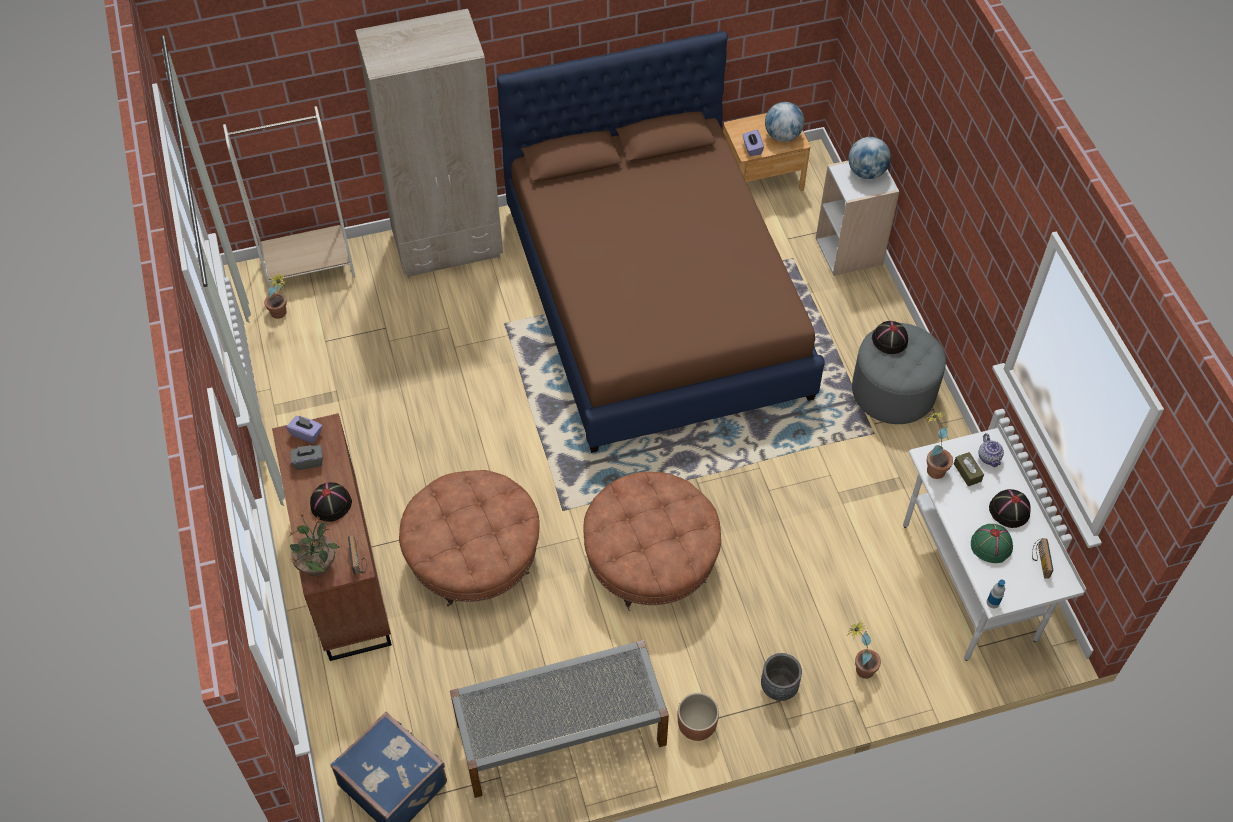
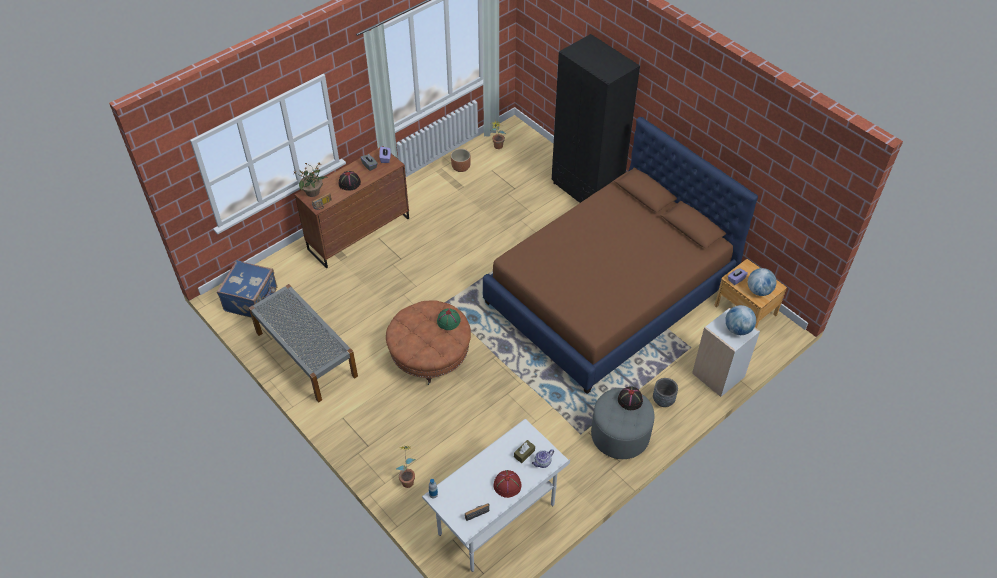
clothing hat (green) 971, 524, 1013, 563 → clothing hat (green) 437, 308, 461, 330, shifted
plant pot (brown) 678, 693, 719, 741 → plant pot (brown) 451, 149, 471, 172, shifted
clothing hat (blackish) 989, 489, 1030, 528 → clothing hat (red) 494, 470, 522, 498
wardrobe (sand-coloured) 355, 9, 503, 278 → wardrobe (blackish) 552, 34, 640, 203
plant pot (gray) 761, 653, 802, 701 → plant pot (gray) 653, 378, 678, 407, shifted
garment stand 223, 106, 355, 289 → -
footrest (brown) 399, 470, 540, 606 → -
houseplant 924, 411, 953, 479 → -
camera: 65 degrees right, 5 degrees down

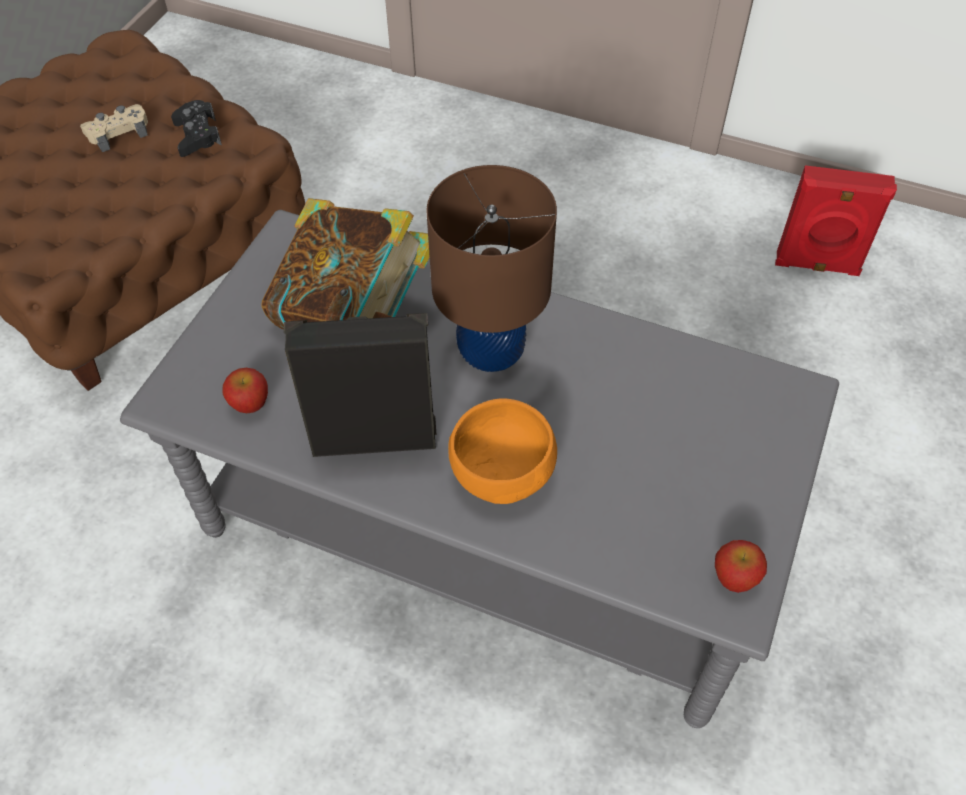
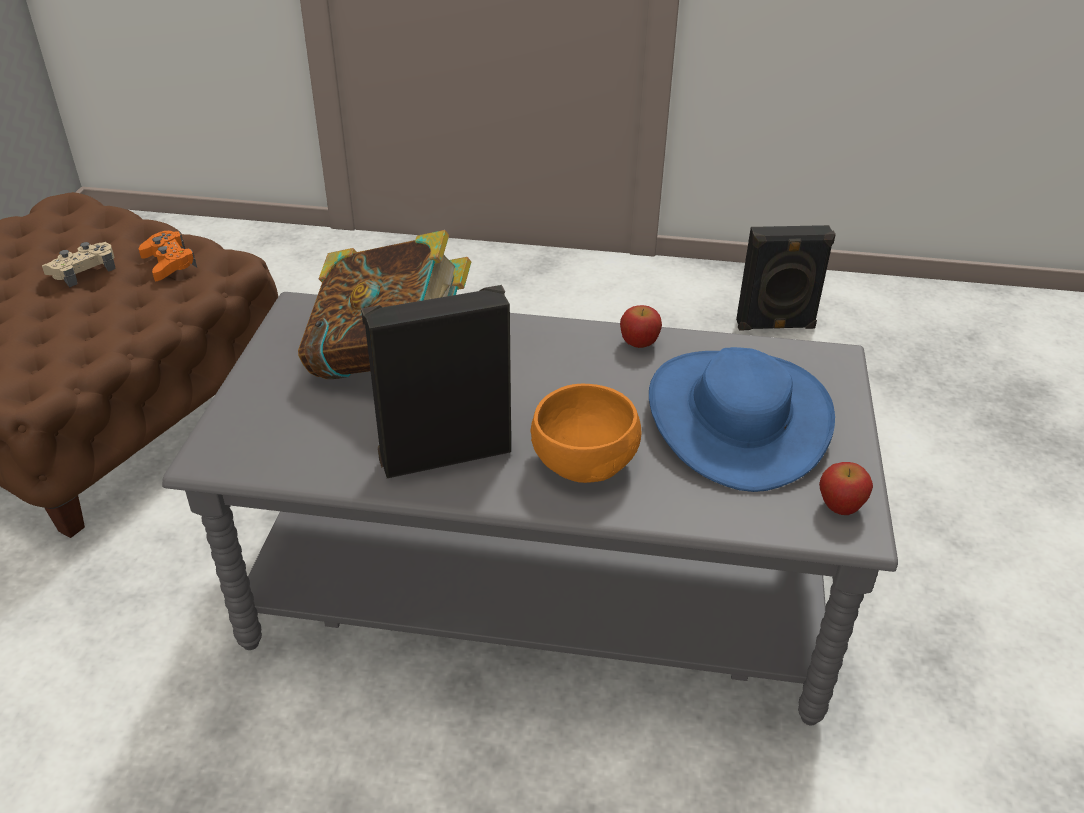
gamepad (blackish) 171, 100, 222, 157 → gamepad (orangey) 139, 231, 197, 281
whole apple 223, 368, 268, 413 → whole apple 620, 305, 662, 348, shifted
- → clothing hat (blue-coloured) 649, 347, 835, 492
audio speaker (red) 775, 165, 897, 276 → audio speaker (blackish) 736, 225, 836, 330
lamp for a table (brown) 426, 165, 557, 372 → -
camera: 15 degrees left, 15 degrees down

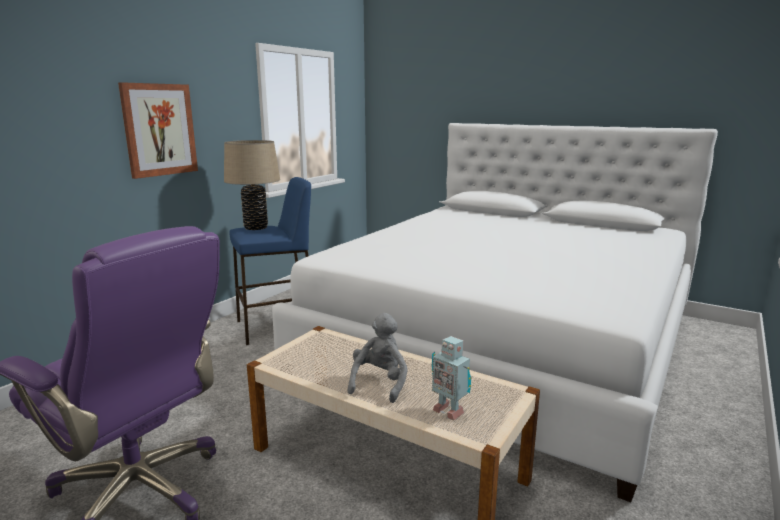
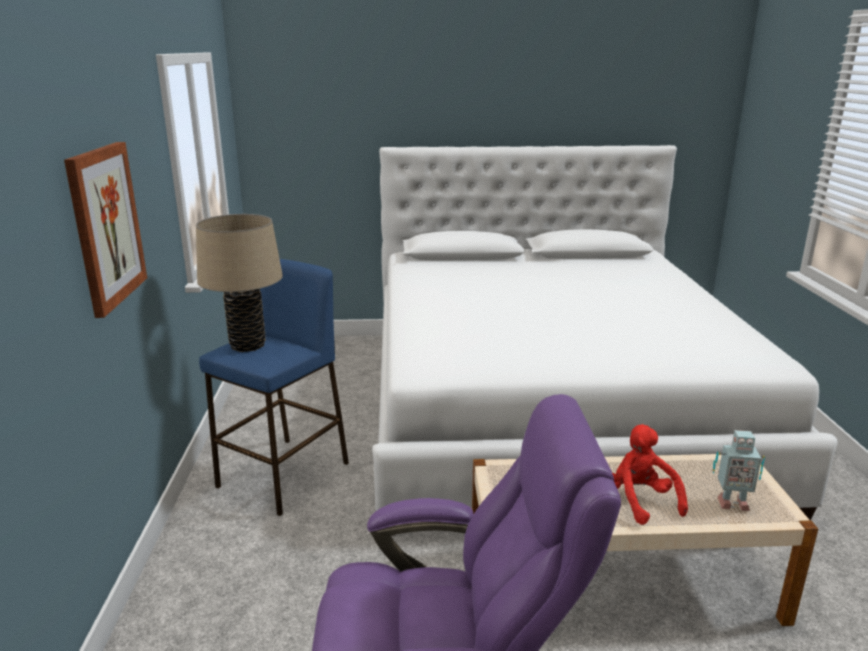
soft toy (gray) 348, 313, 408, 403 → soft toy (red) 612, 424, 688, 525
camera: 35 degrees left, 5 degrees up

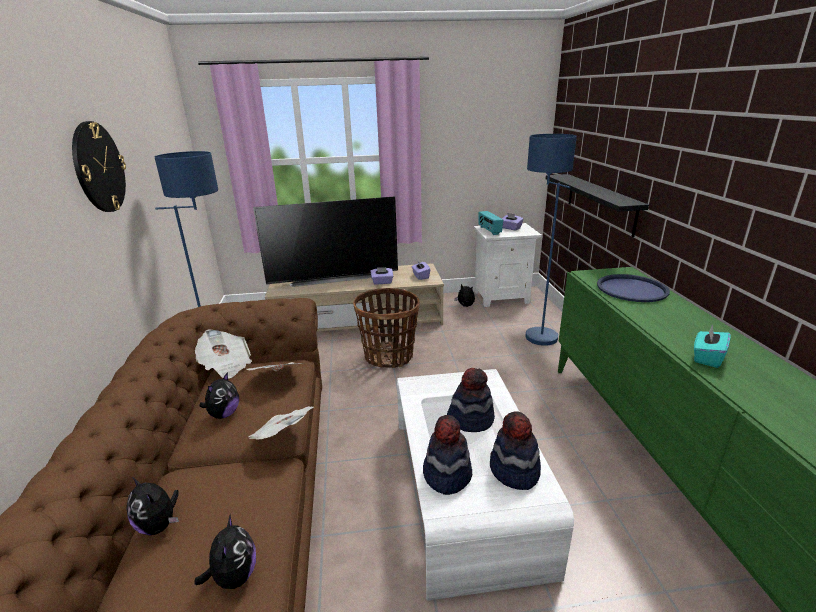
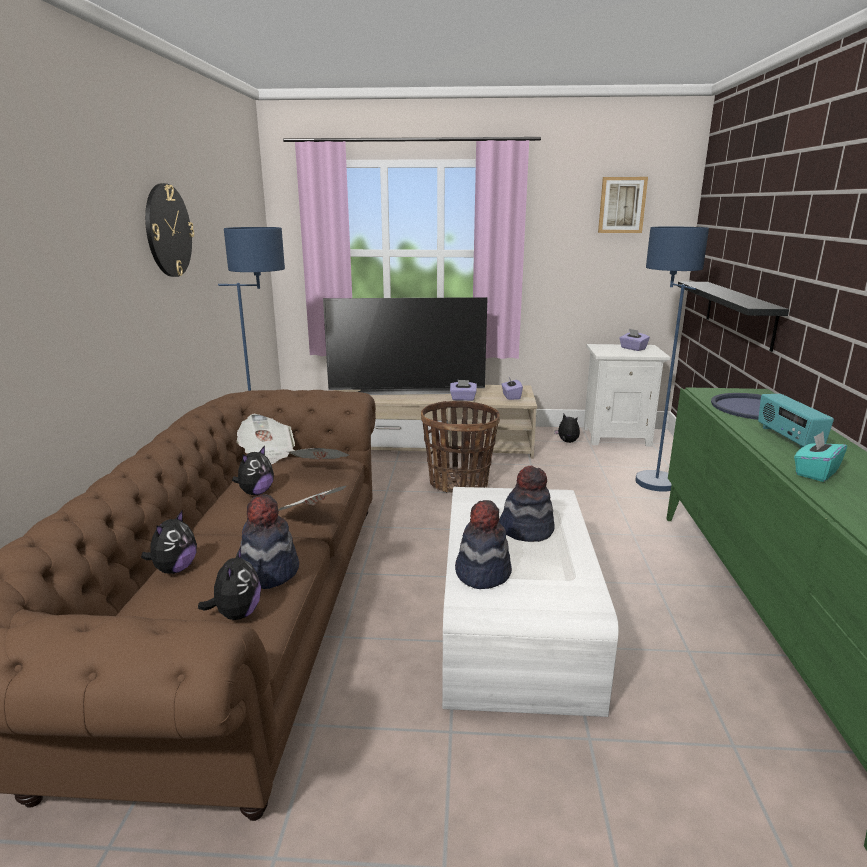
soft toy 126, 477, 179, 535 → soft toy 141, 510, 197, 574, 120 degrees counterclockwise
clothing hat 490, 411, 541, 490 → clothing hat 241, 494, 299, 589, shifted
- → wall picture 598, 177, 648, 233
radio set 479, 211, 503, 235 → radio set 758, 394, 834, 448, shifted
camera: 10 degrees right, 5 degrees down

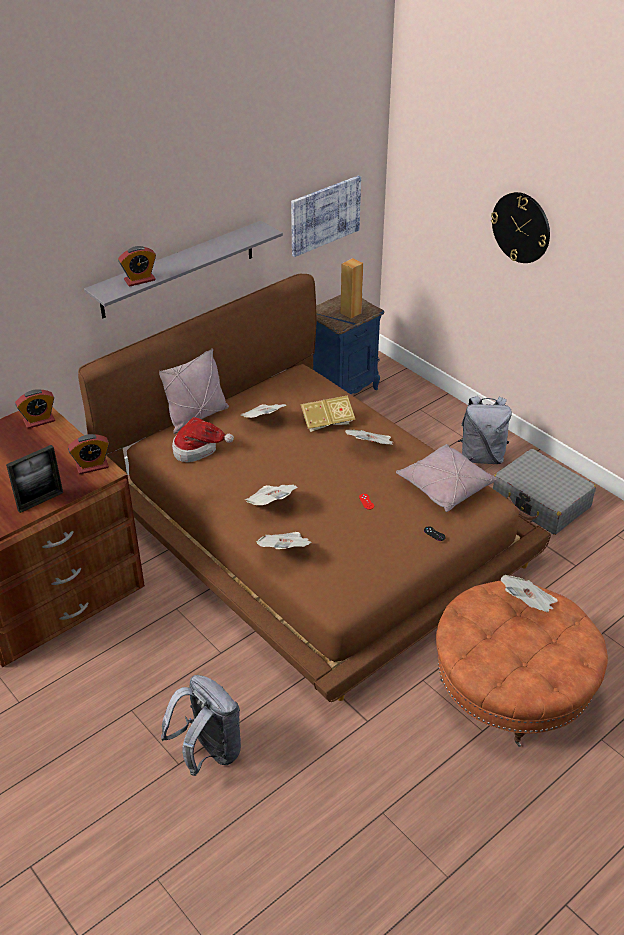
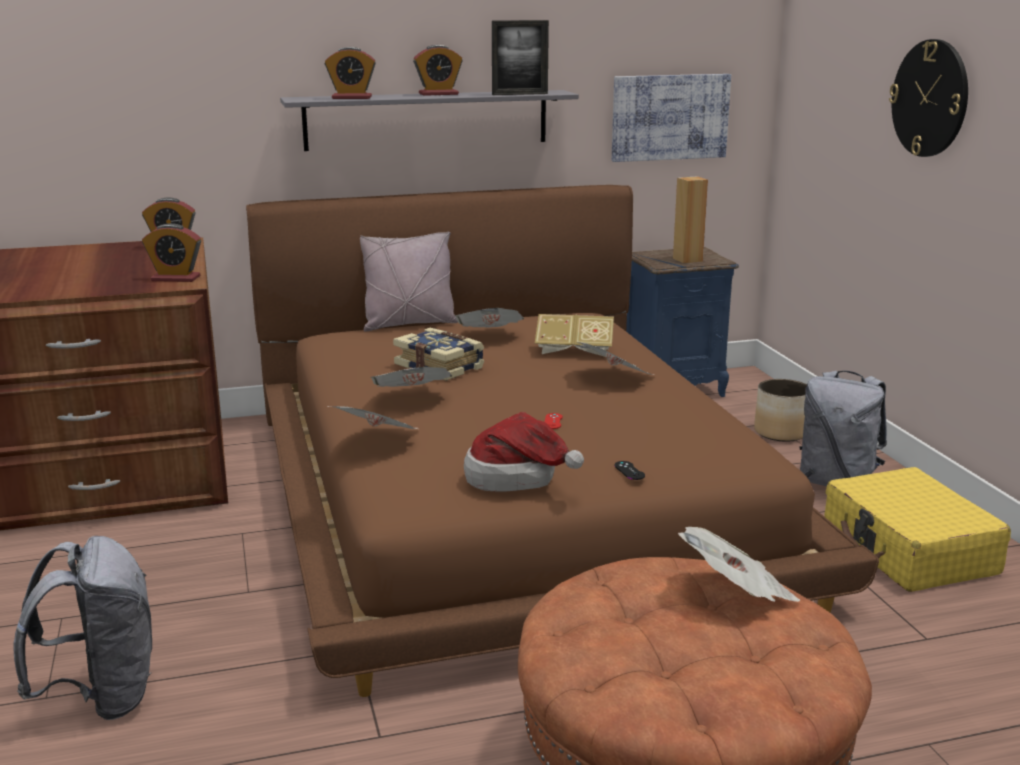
- → volume 393, 328, 484, 381
- → bedside clock 413, 45, 463, 96
clothing hat 172, 417, 234, 463 → clothing hat 464, 412, 584, 492, shifted
photo frame 6, 445, 63, 513 → photo frame 492, 20, 549, 95, shifted
- → plant pot 754, 379, 807, 442
suitcase (gray) 493, 449, 596, 535 → suitcase (yellowish) 824, 467, 1011, 592
cushion (purple-coloured) 396, 444, 497, 512 → -
camera: 25 degrees right, 20 degrees down

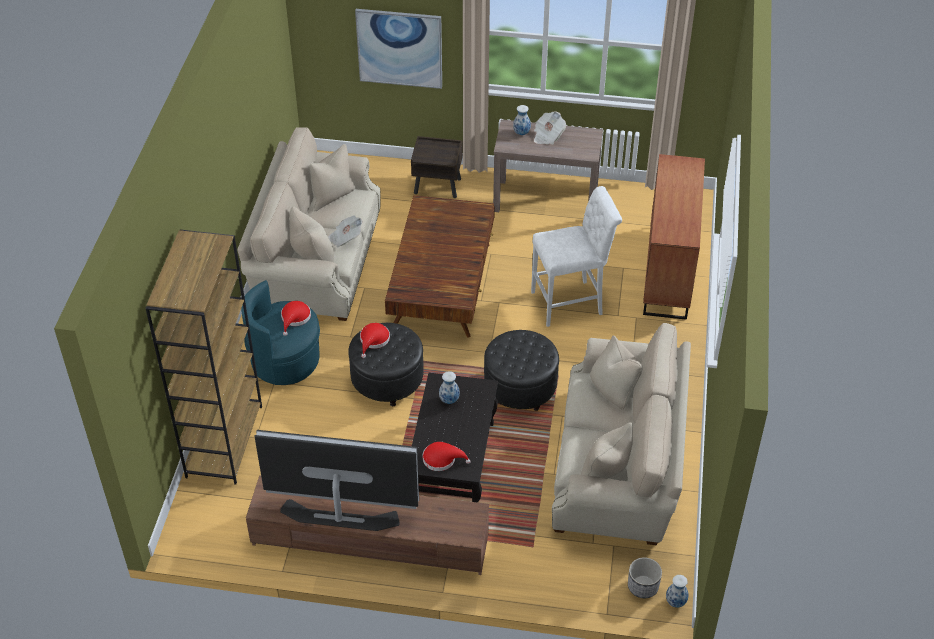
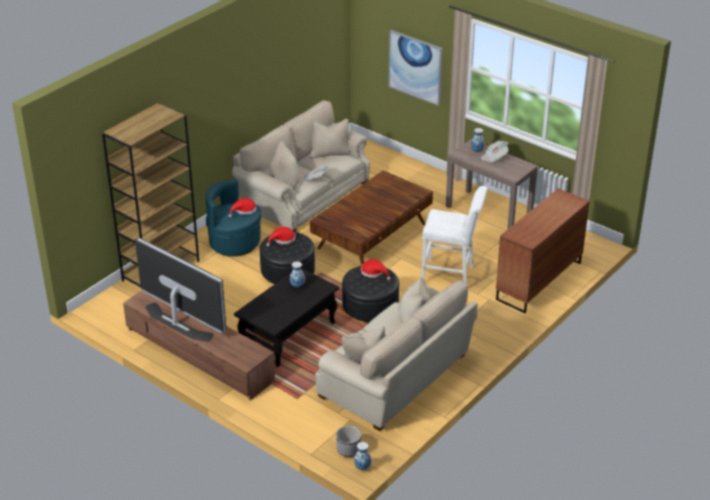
clothing hat (red) 423, 442, 471, 471 → clothing hat (red) 361, 259, 391, 280, shifted
night table (brown) 411, 136, 463, 198 → -
camera: 30 degrees right, 10 degrees down

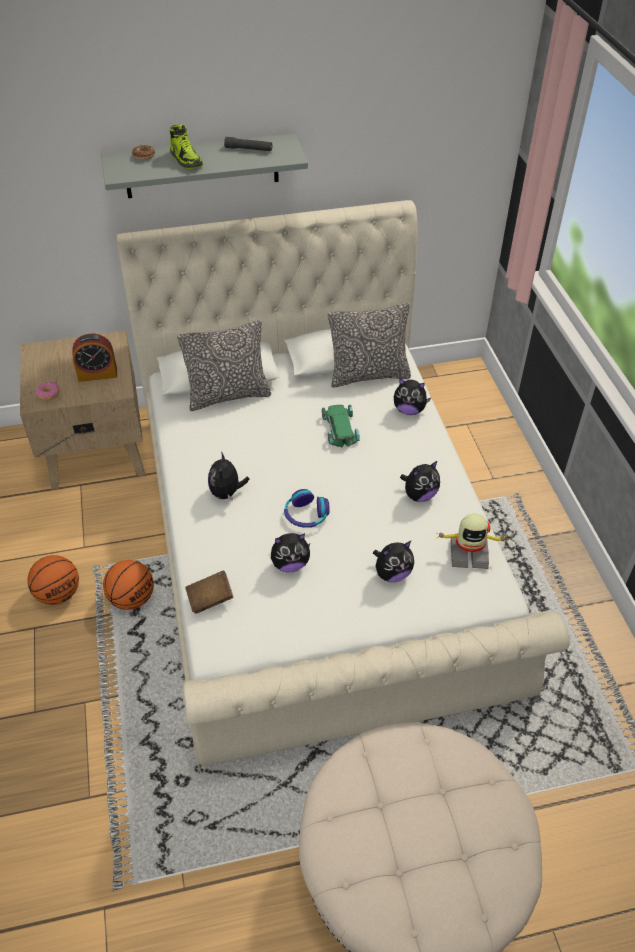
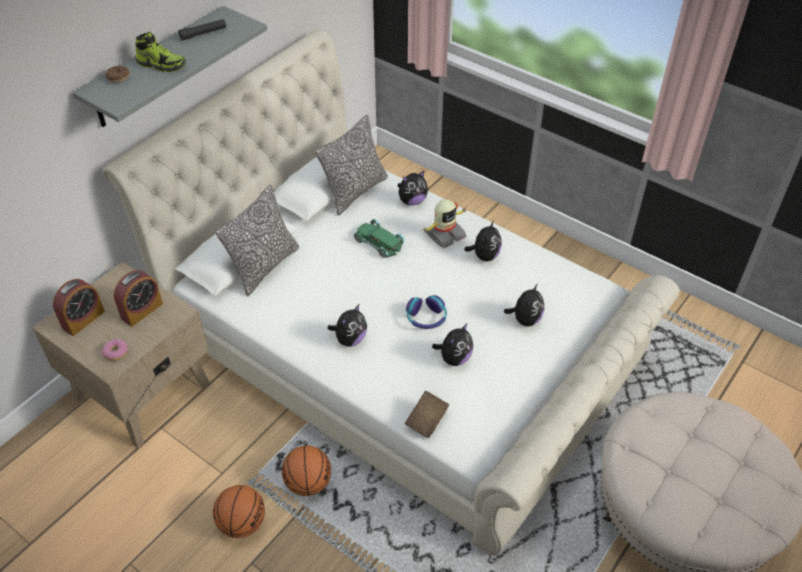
- → bedside clock 53, 279, 105, 336
soft toy 208, 451, 249, 501 → soft toy 327, 304, 367, 347, 105 degrees counterclockwise
robot figure 436, 514, 507, 569 → robot figure 421, 199, 467, 248, shifted
camera: 40 degrees left, 0 degrees up

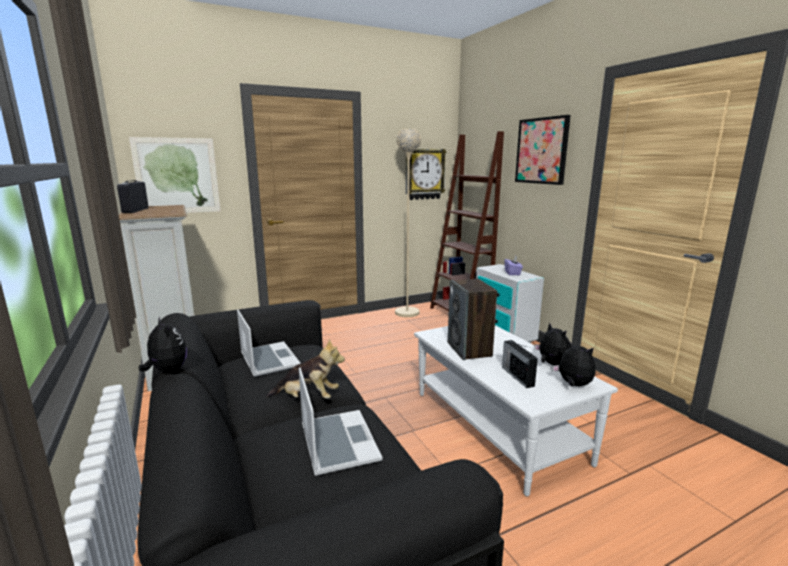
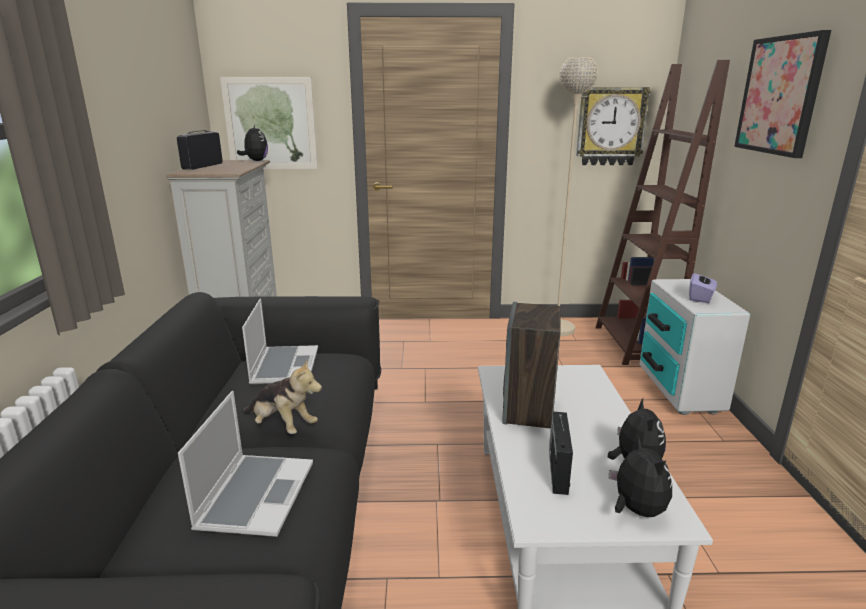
soft toy 139, 316, 187, 372 → soft toy 237, 124, 268, 161, shifted
camera: 25 degrees right, 5 degrees up

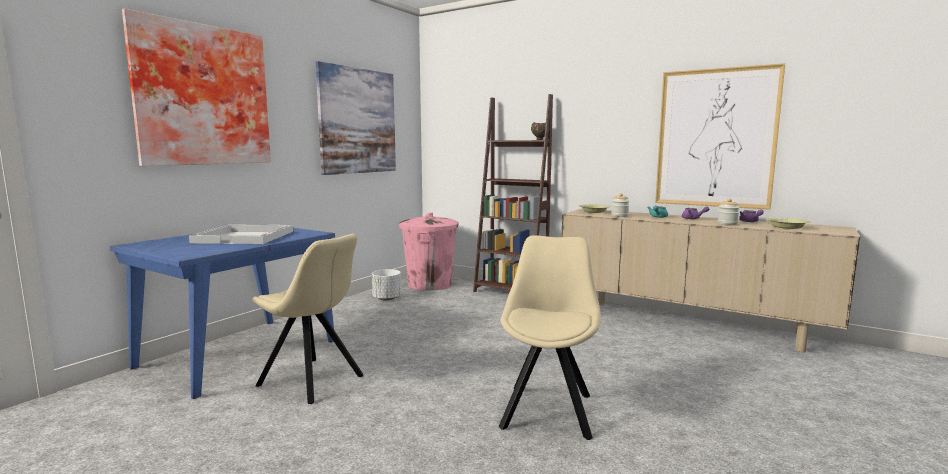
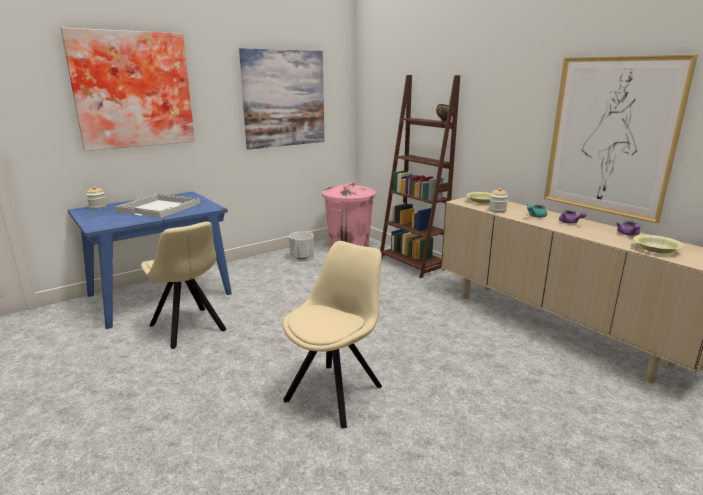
jar 717, 199, 740, 225 → jar 86, 186, 107, 210, shifted
camera: 20 degrees right, 10 degrees up

